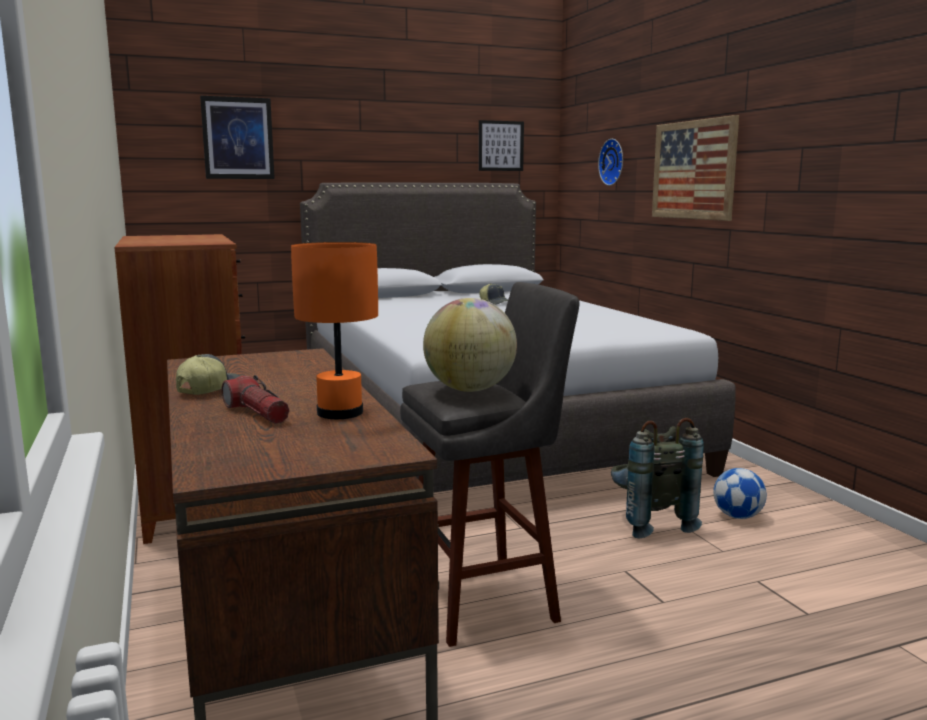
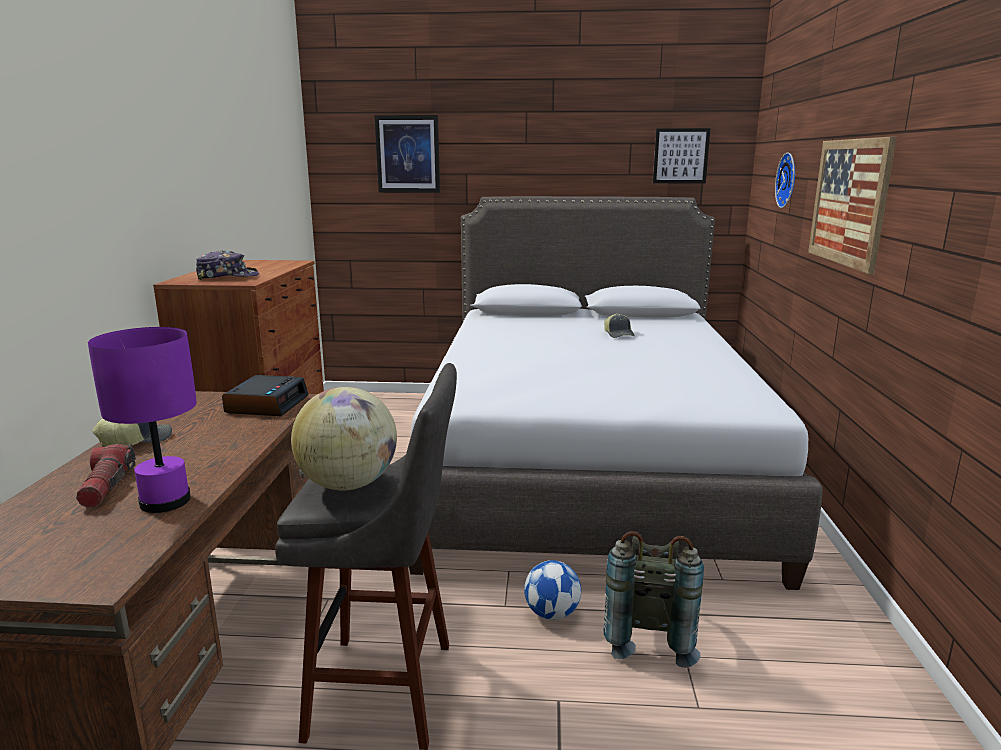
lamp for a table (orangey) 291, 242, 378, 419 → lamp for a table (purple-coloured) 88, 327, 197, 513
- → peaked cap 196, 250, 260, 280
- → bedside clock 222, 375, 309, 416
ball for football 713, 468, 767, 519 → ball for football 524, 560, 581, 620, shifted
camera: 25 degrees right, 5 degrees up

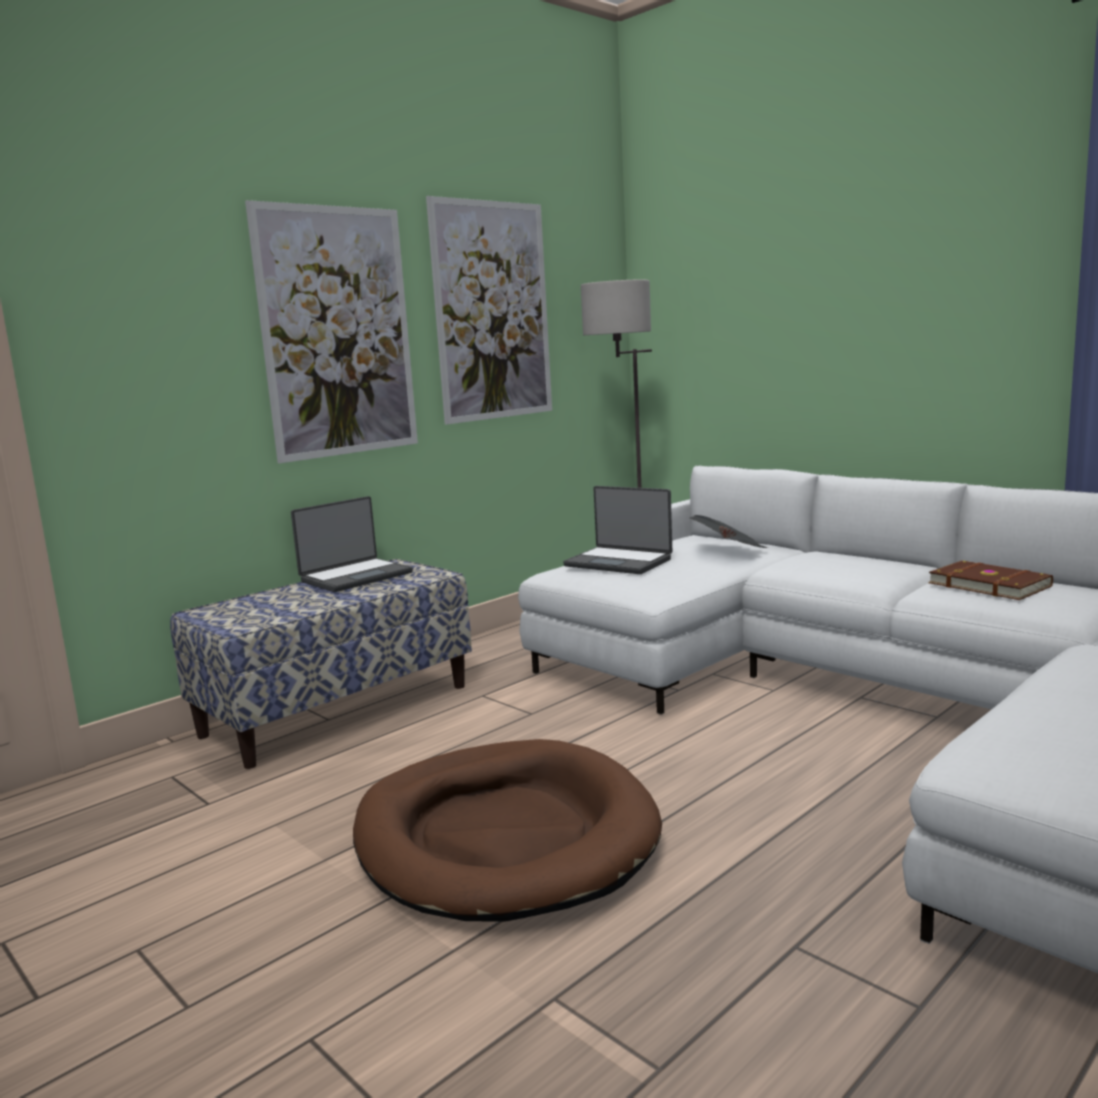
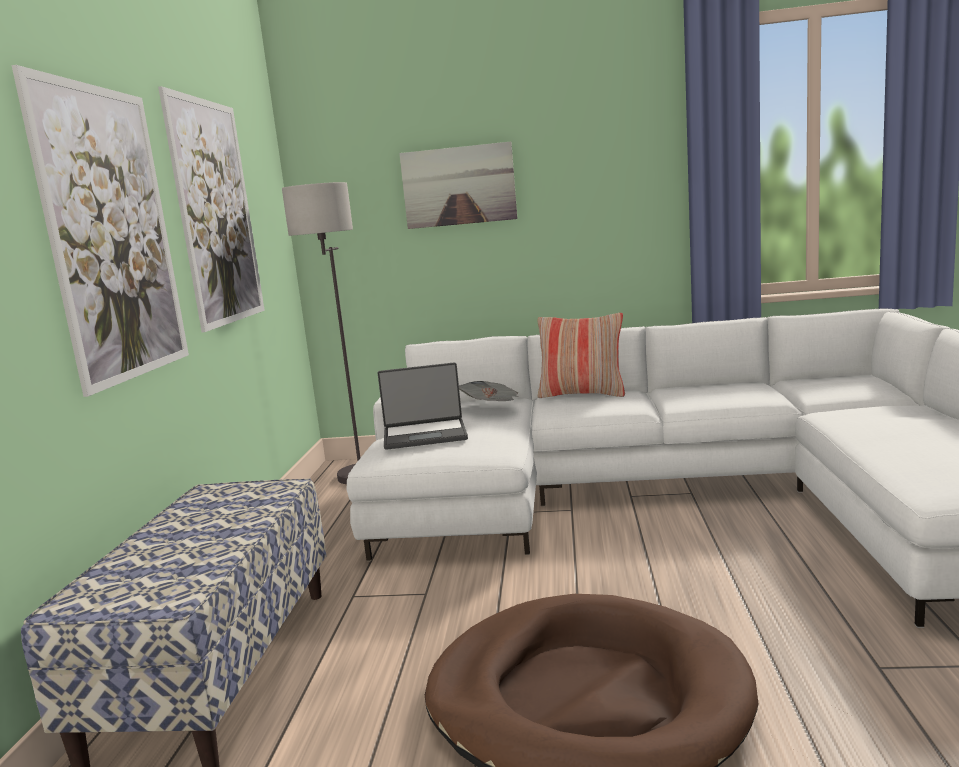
- → wall picture 399, 141, 517, 229
- → cushion 537, 313, 625, 398
notebook computer 291, 496, 413, 592 → -
volume (brown) 929, 561, 1053, 600 → -
camera: 40 degrees left, 0 degrees up

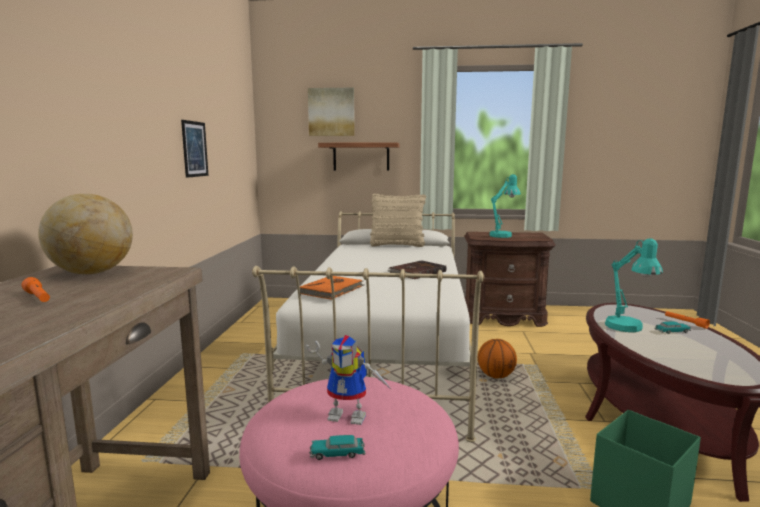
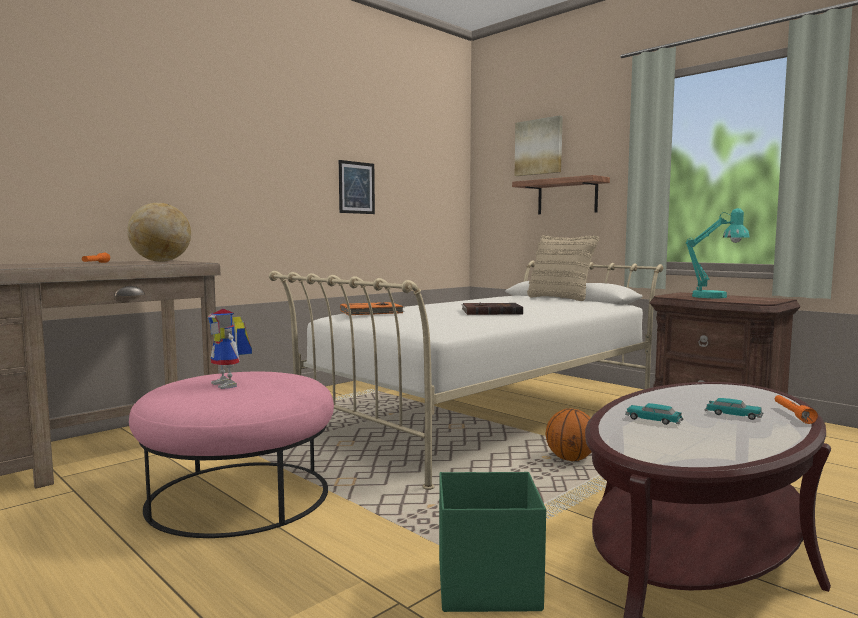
miniature car 309, 435, 366, 460 → miniature car 625, 403, 684, 425, shifted
lamp for a table (turquoise) 605, 239, 663, 332 → -
camera: 40 degrees right, 5 degrees down

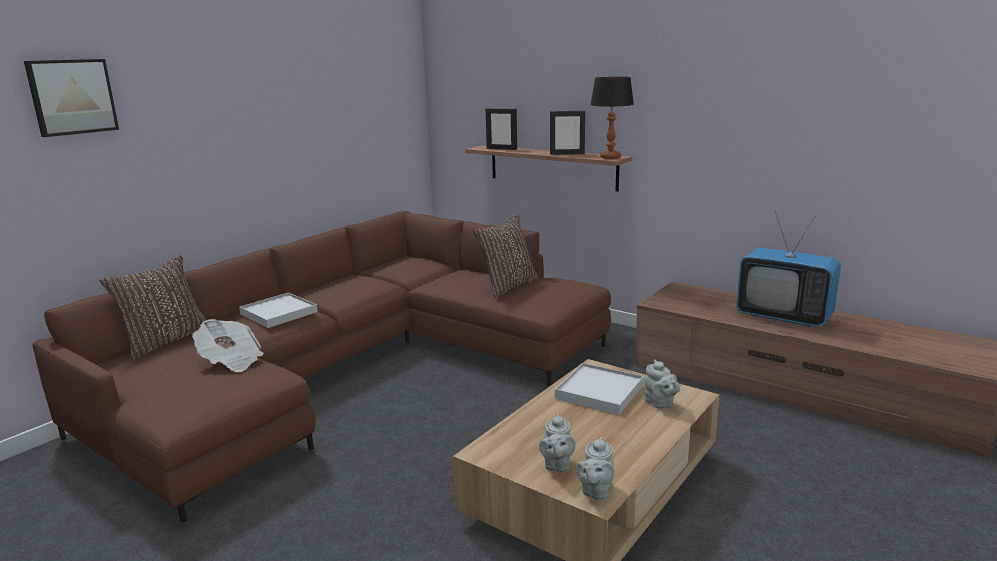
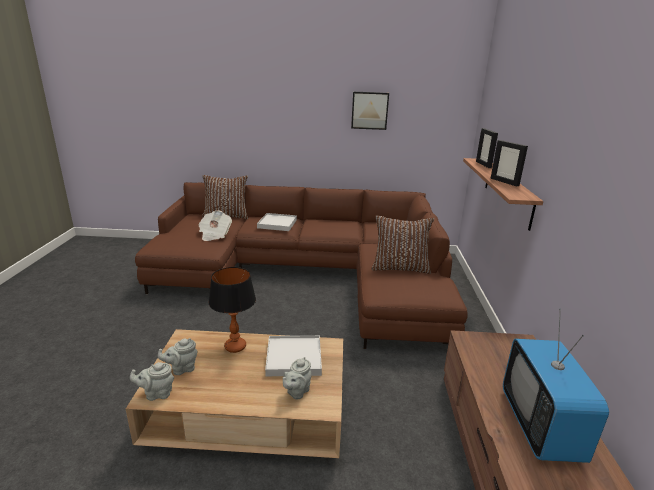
lamp for a table 590, 77, 634, 159 → lamp for a table 208, 267, 256, 353, shifted
wall picture 24, 59, 119, 137 → wall picture 351, 92, 389, 130, shifted
camera: 55 degrees right, 5 degrees up

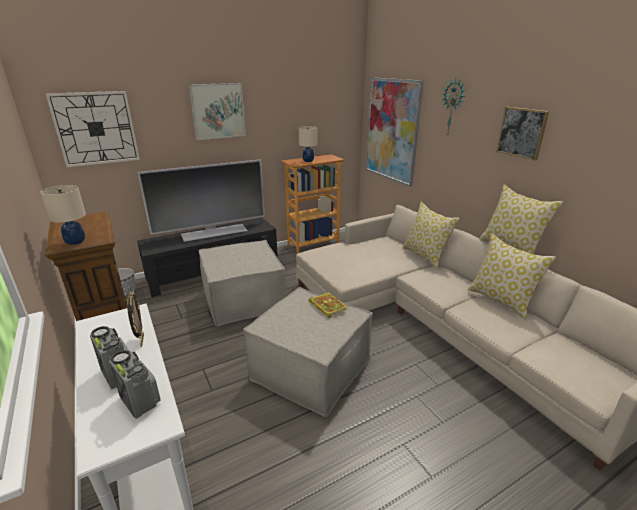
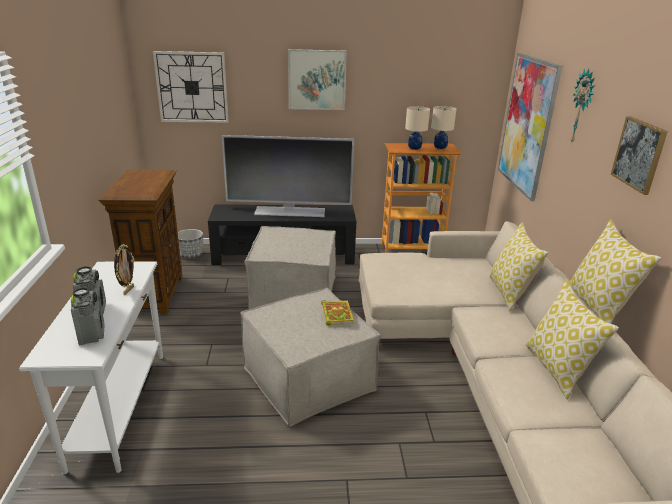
lamp for a table (sand-coloured) 40, 185, 86, 245 → lamp for a table (sand-coloured) 431, 106, 456, 149, shifted
camera: 25 degrees right, 0 degrees up

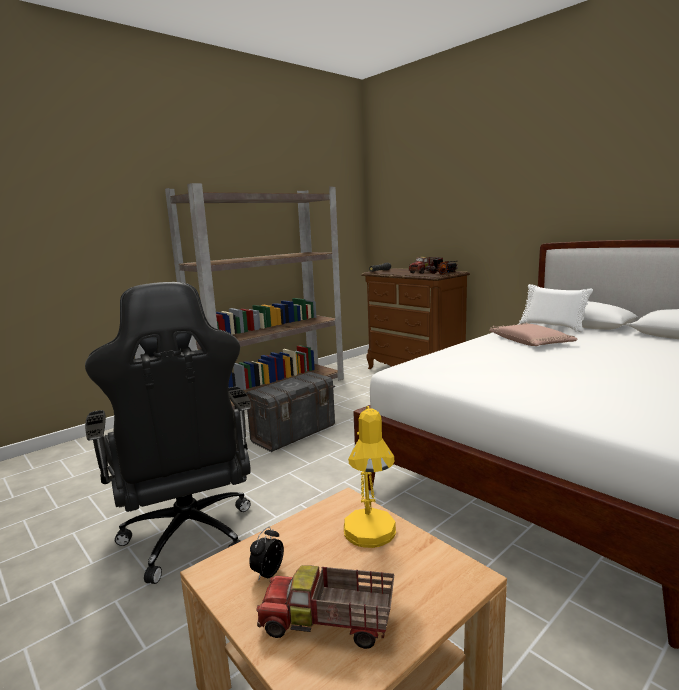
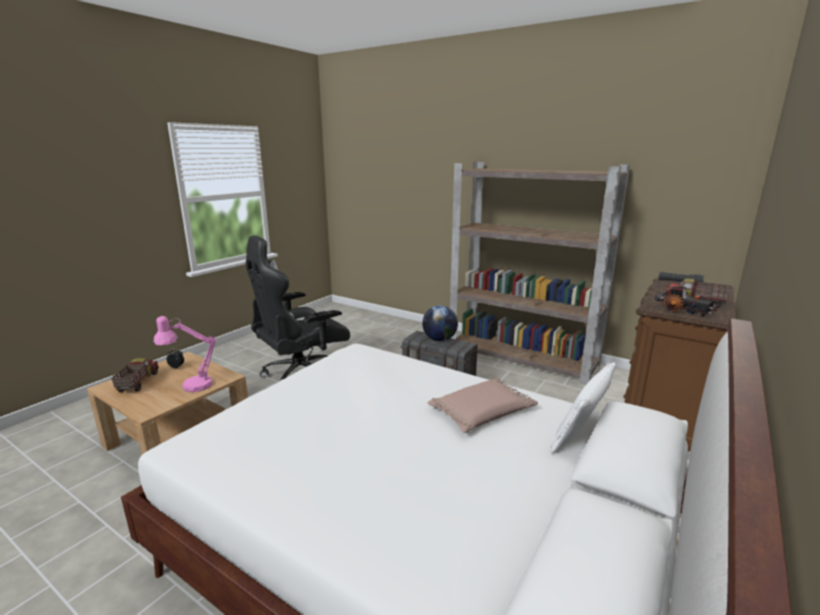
lamp for a table (yellowish) 344, 406, 396, 548 → lamp for a table (pink) 154, 316, 216, 392
- → desk globe 422, 306, 458, 341
camera: 75 degrees right, 5 degrees up

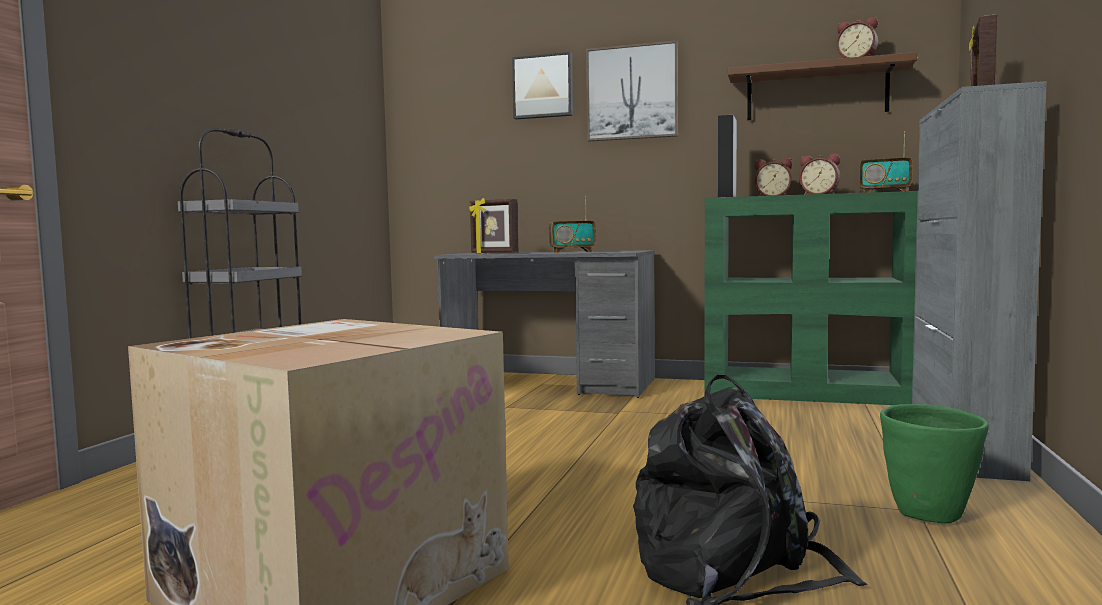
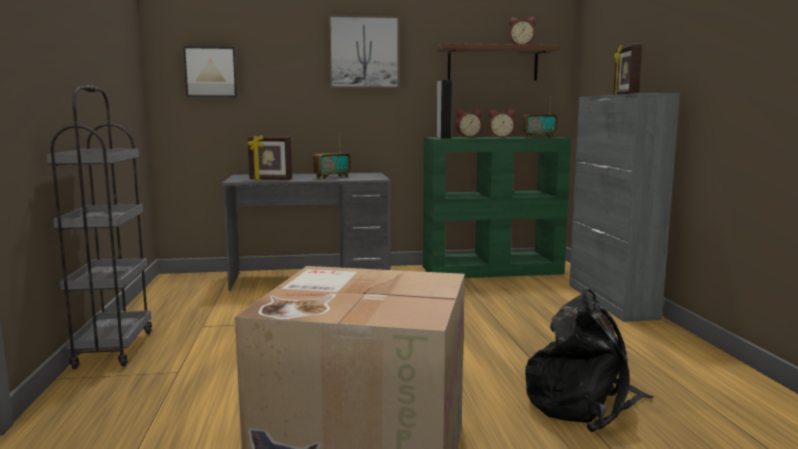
wall picture 512, 52, 573, 119 → wall picture 183, 46, 238, 98, shifted
plant pot (green) 880, 404, 989, 523 → -
camera: 25 degrees left, 5 degrees up

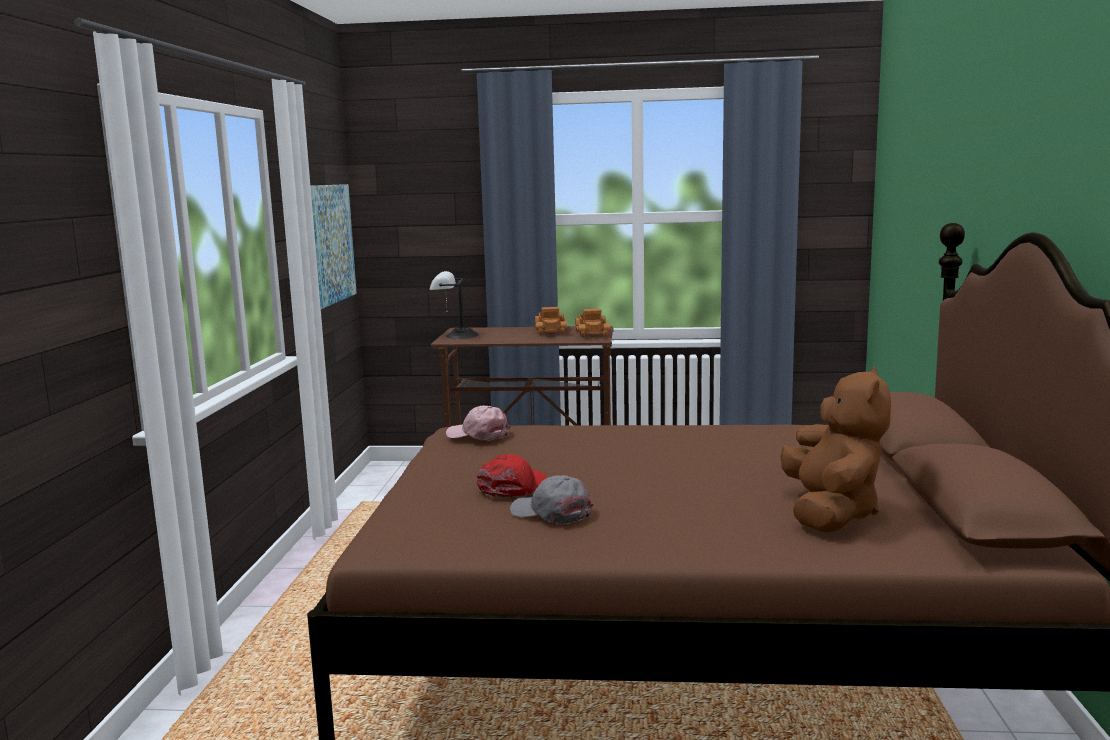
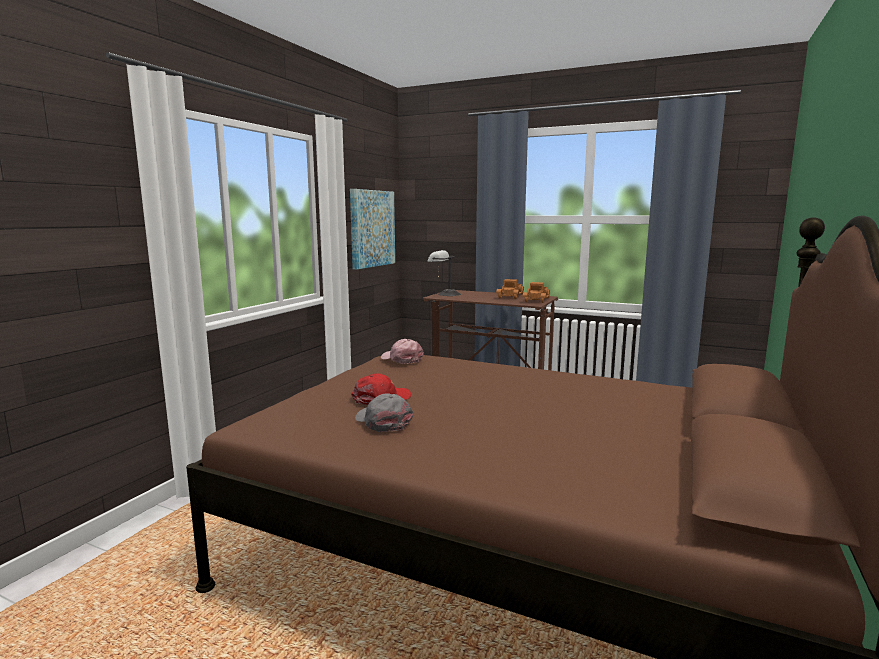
soft toy (brown) 781, 367, 891, 532 → -
camera: 20 degrees right, 0 degrees up

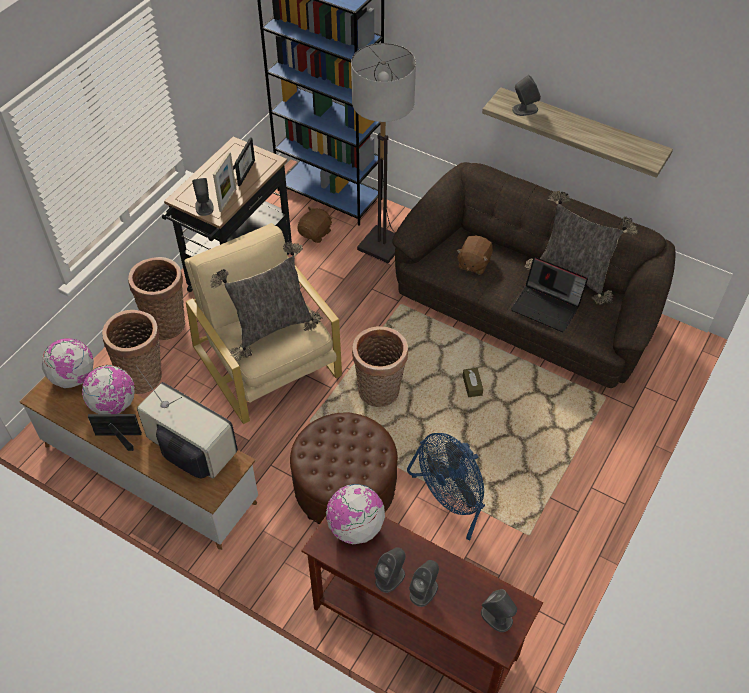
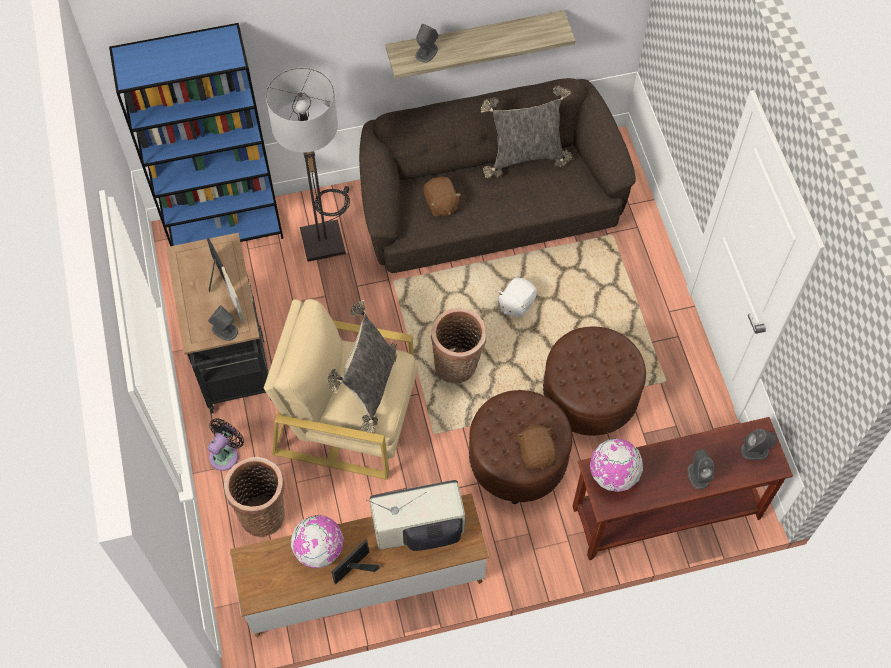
household basket 128, 257, 185, 340 → electric fan (blackish) 208, 418, 244, 471
tissue holder (brown) 463, 368, 483, 397 → soft toy (white-coloured) 498, 277, 537, 318
soft toy (brown) 297, 207, 333, 243 → soft toy (brown) 517, 424, 557, 469, shifted
electric fan (blue-coloured) 407, 433, 485, 540 → footrest (brown) 543, 327, 646, 436
desk globe 42, 338, 94, 388 → -
audio speaker (gray) 374, 547, 405, 593 → -
notebook computer 511, 257, 588, 332 → -
camera: 45 degrees left, 10 degrees up

